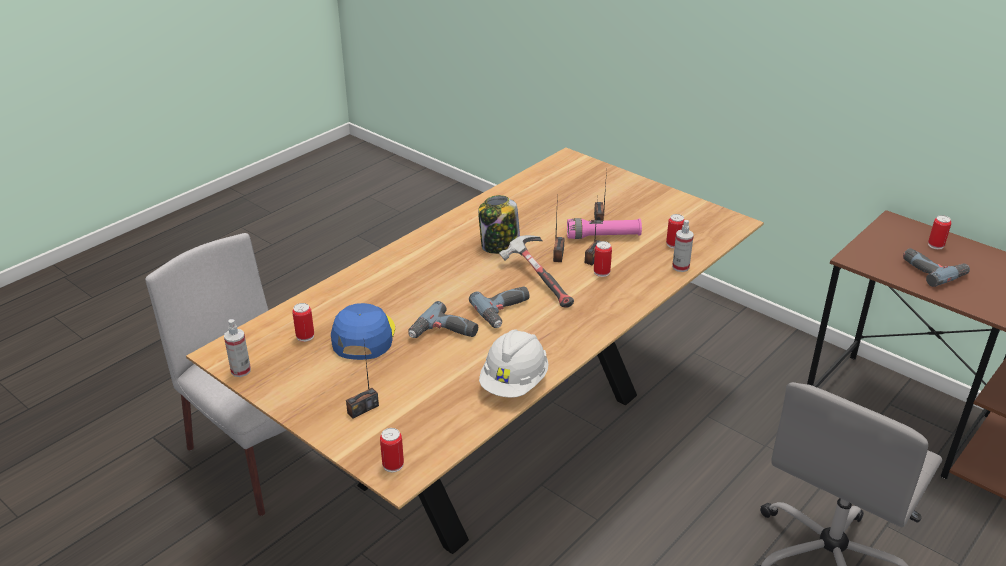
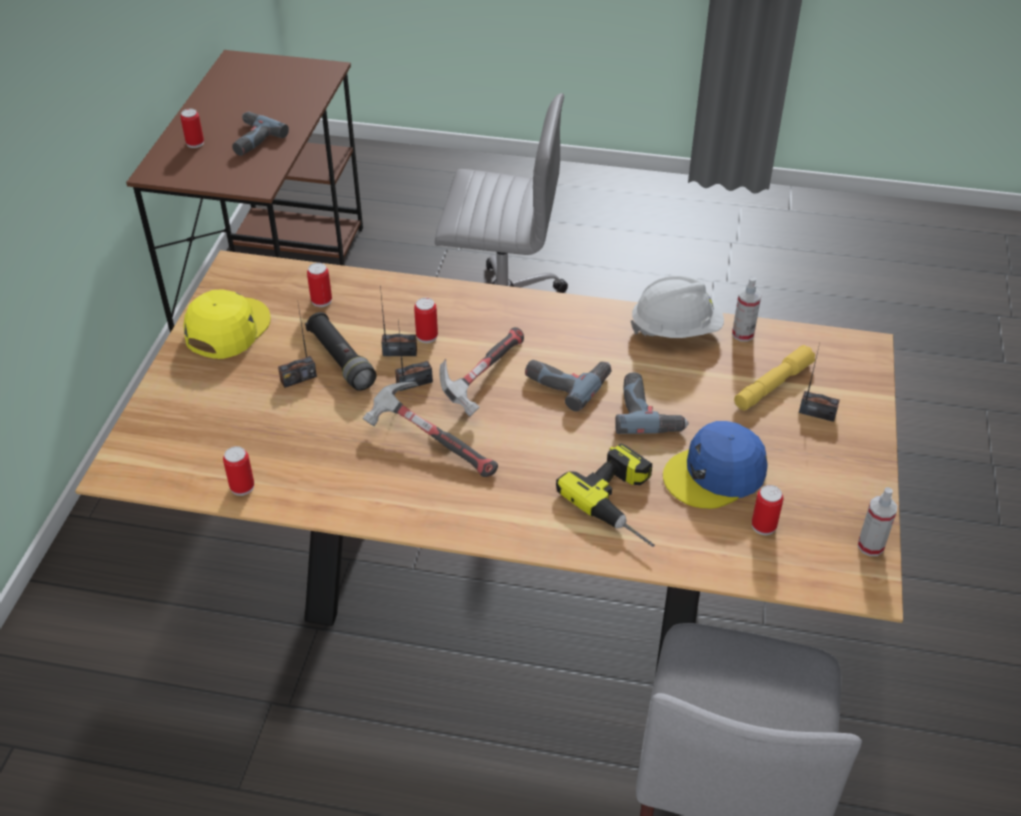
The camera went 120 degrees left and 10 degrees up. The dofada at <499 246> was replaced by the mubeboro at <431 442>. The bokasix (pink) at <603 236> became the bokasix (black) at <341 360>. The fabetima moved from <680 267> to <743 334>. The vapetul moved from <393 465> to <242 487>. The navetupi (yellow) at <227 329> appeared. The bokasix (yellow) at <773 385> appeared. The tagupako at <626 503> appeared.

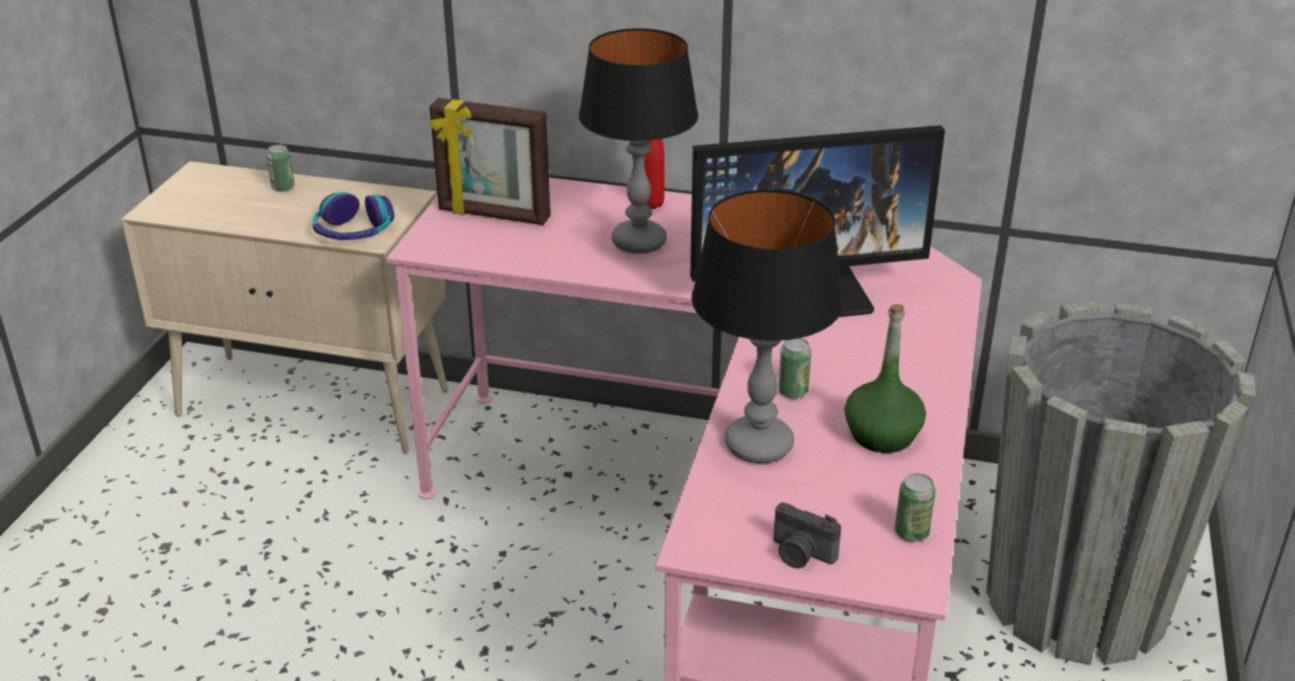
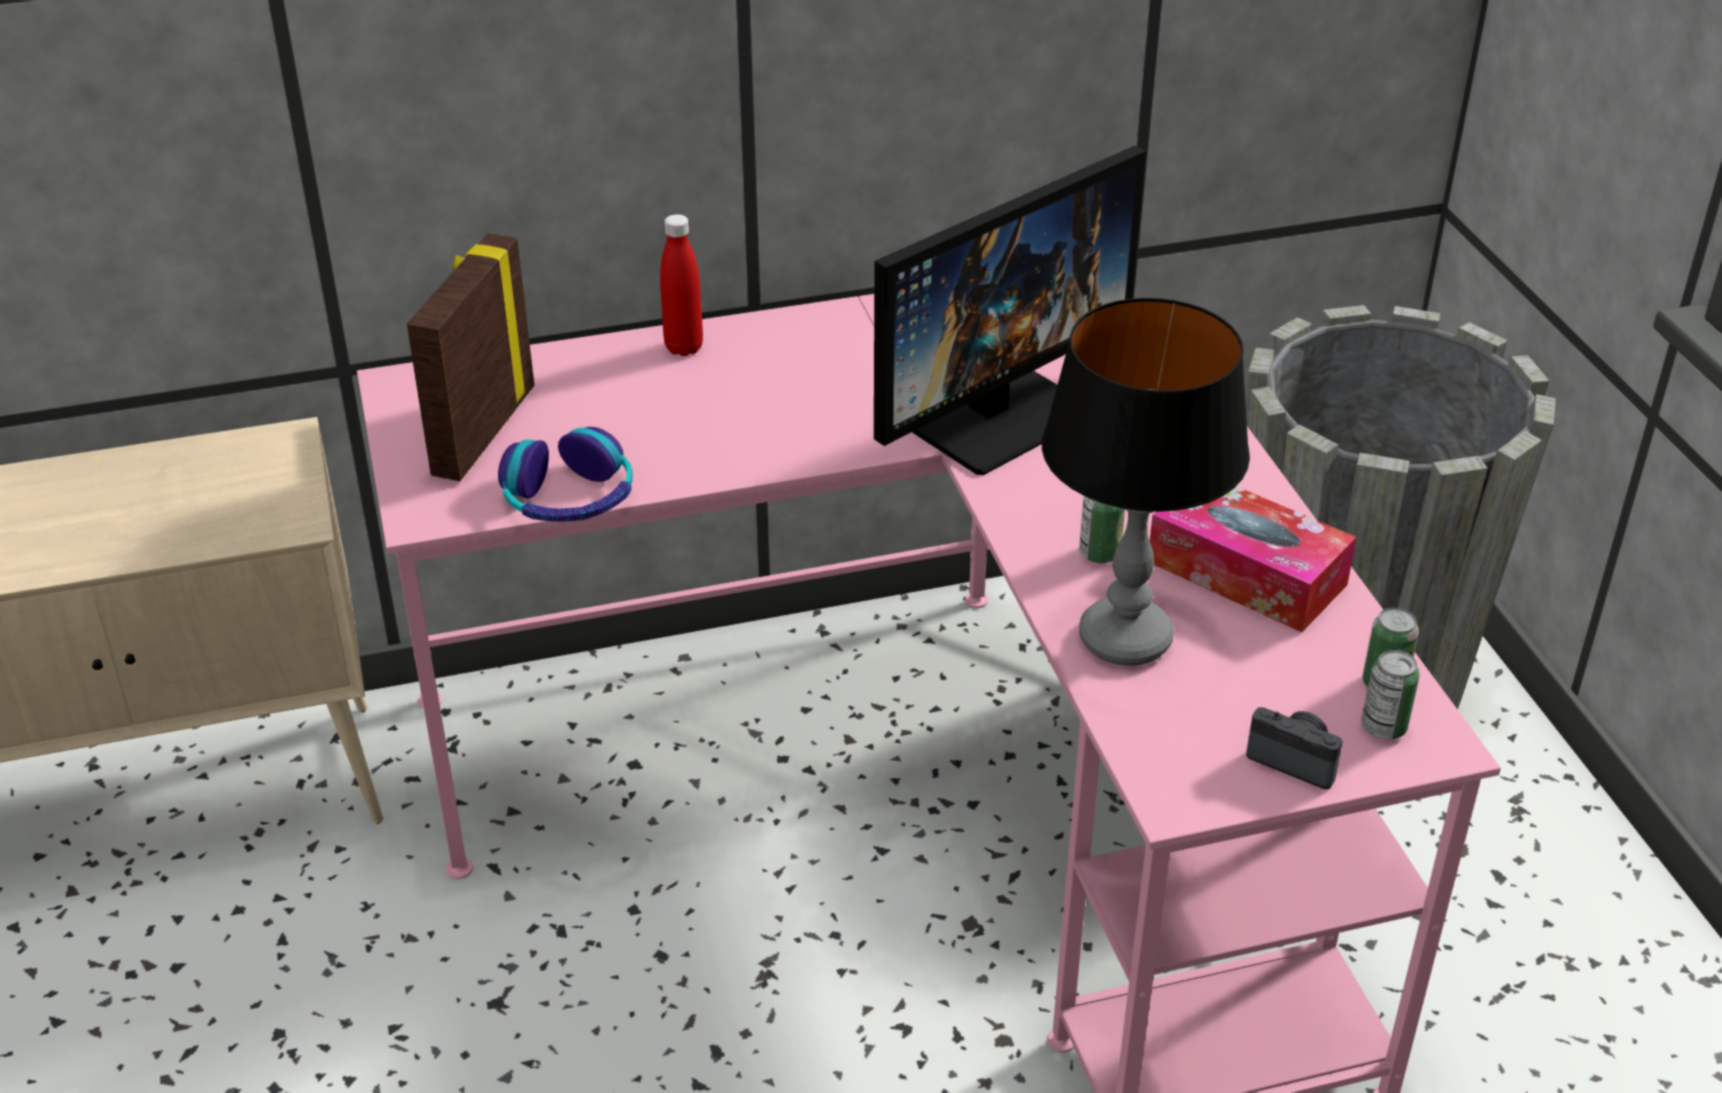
The camera went 30 degrees left and 5 degrees up. The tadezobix at <639 243> disappeared. The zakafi at <493 215> turned 120 degrees clockwise. The vapetul moved from <283 187> to <1383 727>. The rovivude moved from <354 232> to <569 498>. The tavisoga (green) at <881 435> was replaced by the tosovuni at <1246 573>. The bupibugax at <800 554> turned 150 degrees counterclockwise.

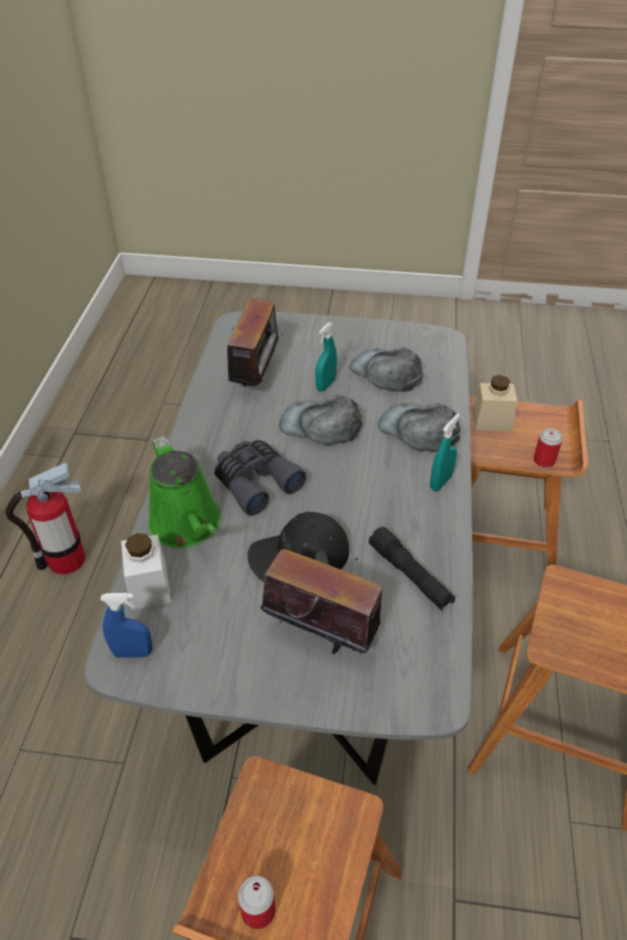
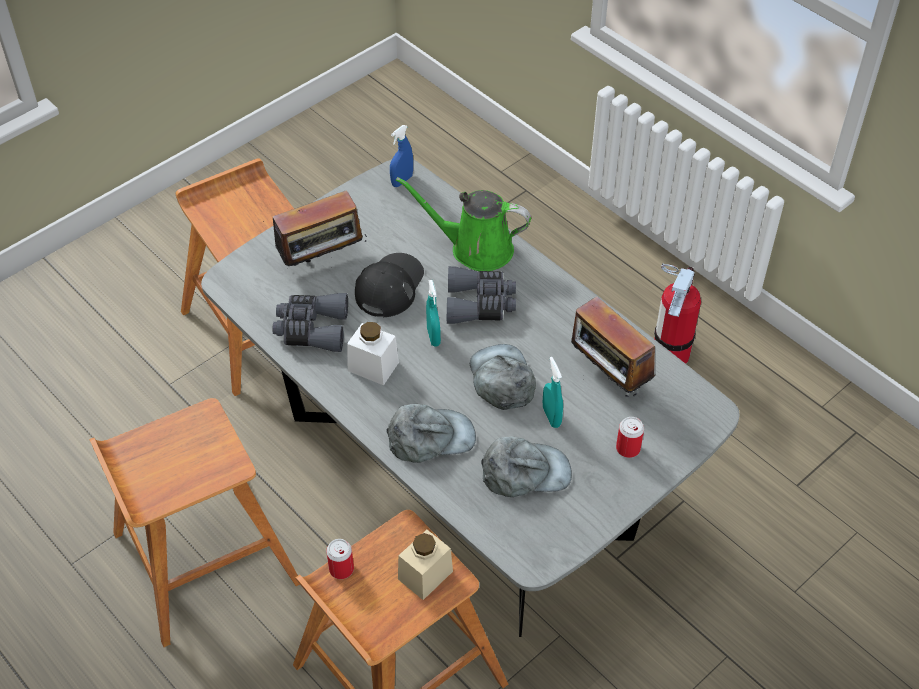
The camera went 130 degrees right and 5 degrees up. The navetupi (grey) at <321 426> turned 75 degrees counterclockwise. The fabetima (turquoise) moved from <441 482> to <433 336>. The bokasix (black) at <410 575> was replaced by the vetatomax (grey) at <312 329>. The dofada (white) moved from <149 586> to <373 366>. The vapetul moved from <258 910> to <628 448>.

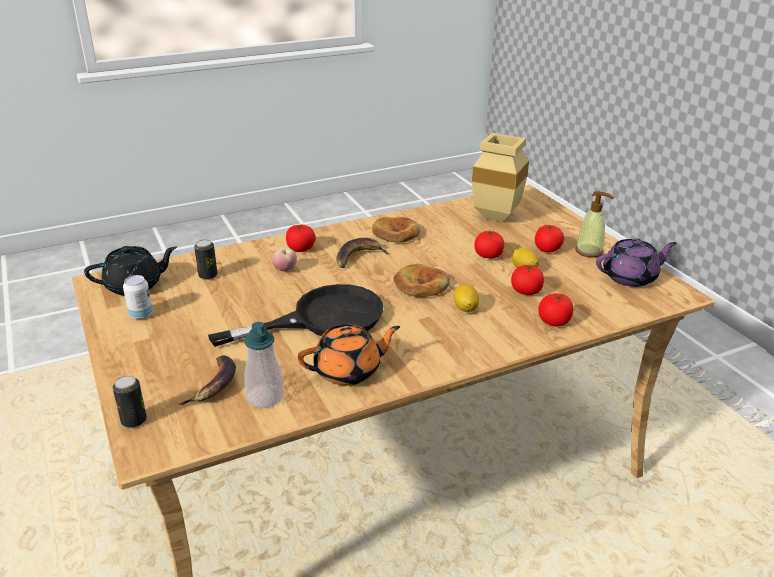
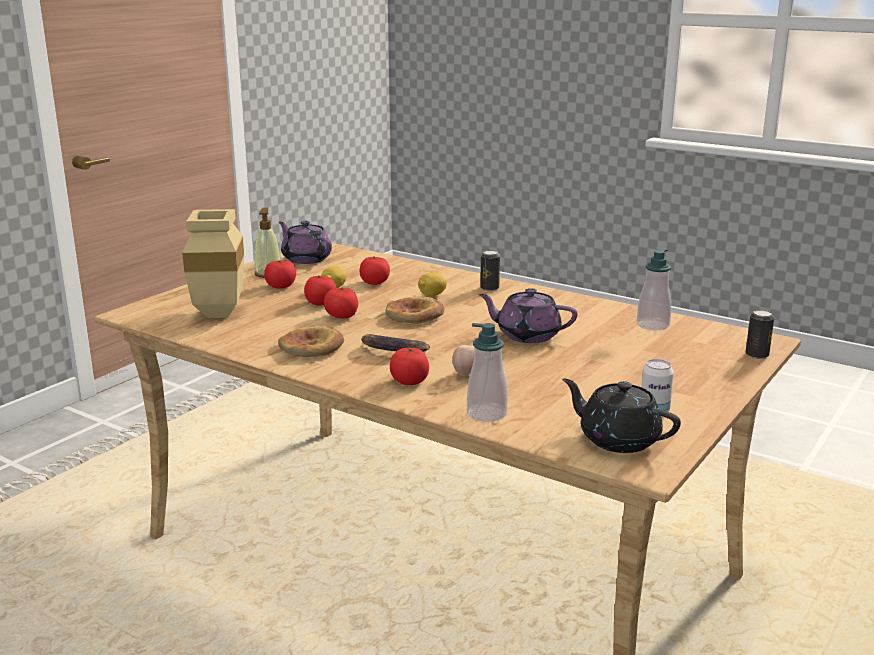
The camera went 120 degrees left and 10 degrees down. The vapetul moved from <208 275> to <489 288>. The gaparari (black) at <322 319> was replaced by the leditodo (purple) at <527 335>. The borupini moved from <554 321> to <342 316>. The leditodo (orange) at <349 371> disappeared. The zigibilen at <214 385> disappeared. The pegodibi at <486 414> appeared.

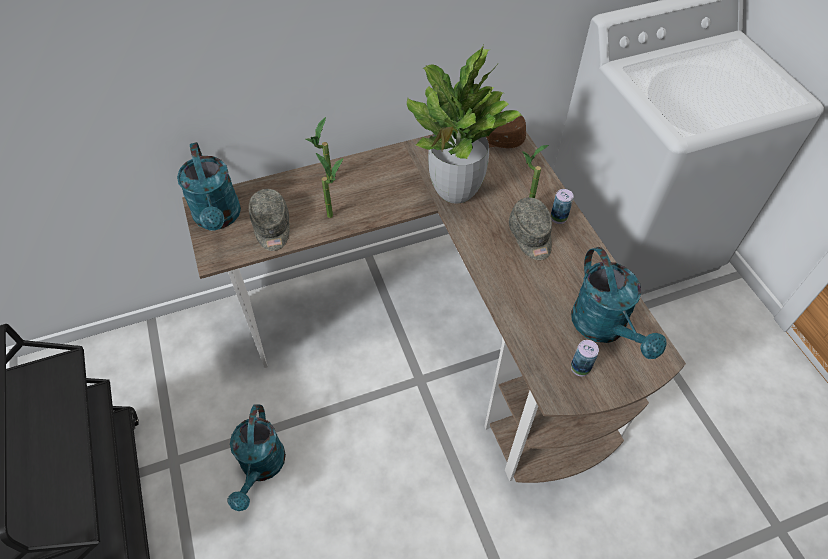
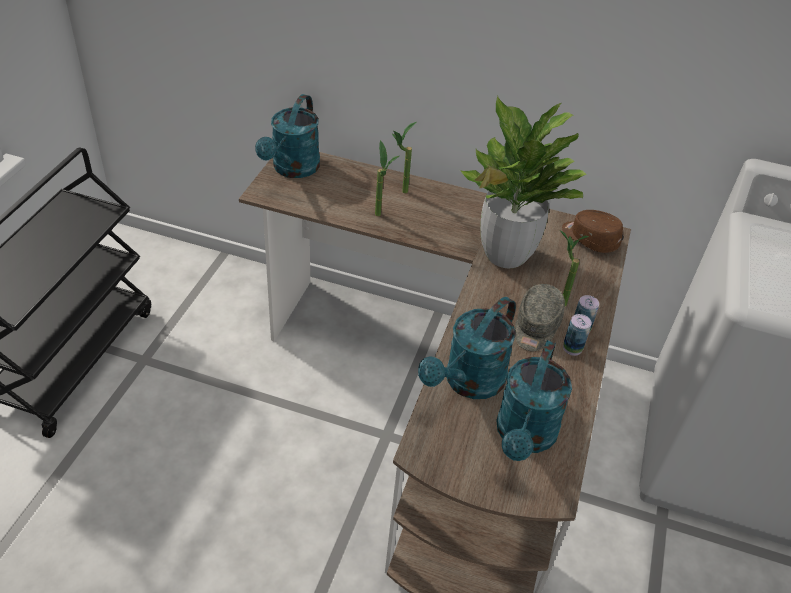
The camera went 35 degrees right and 10 degrees down. The navetupi (grey) at <272 227> disappeared. The vapetul moved from <580 368> to <572 348>. The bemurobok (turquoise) moved from <261 468> to <468 383>.

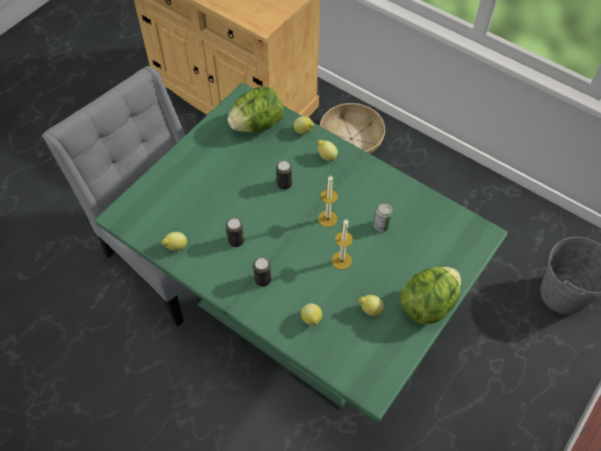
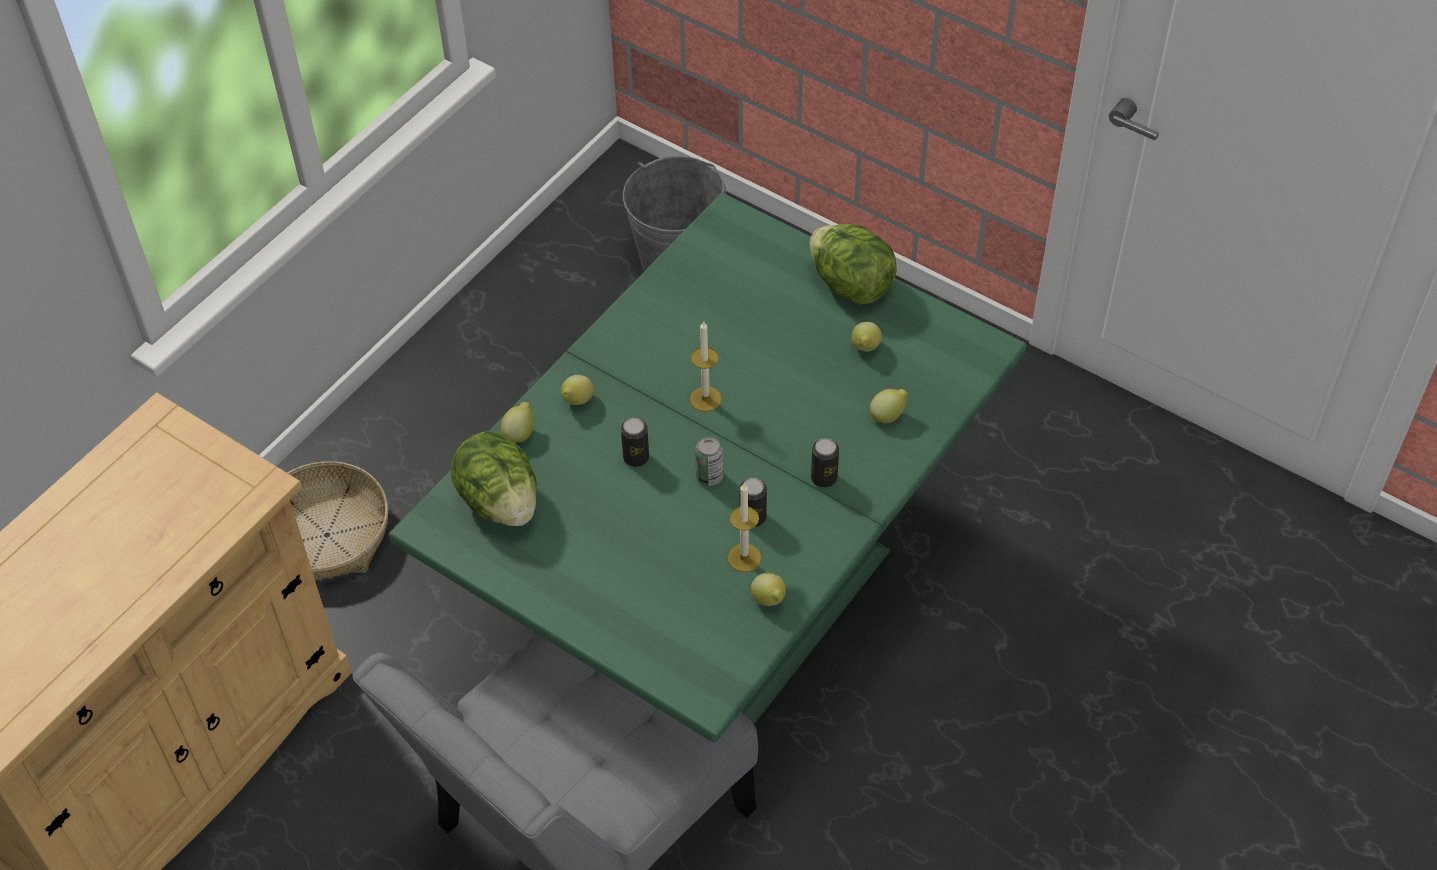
The camera went 90 degrees left and 5 degrees down. The vapetul moved from <381 226> to <709 476>. The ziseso moved from <341 260> to <744 557>.

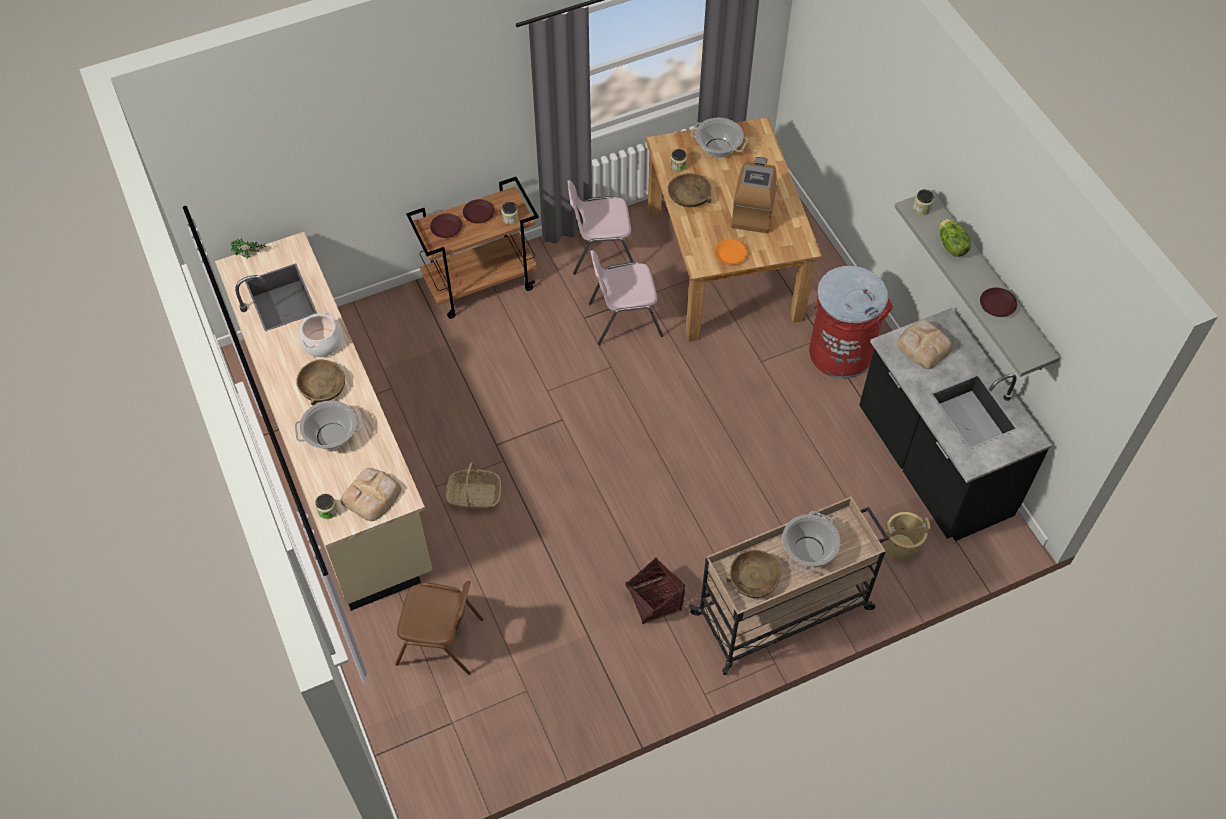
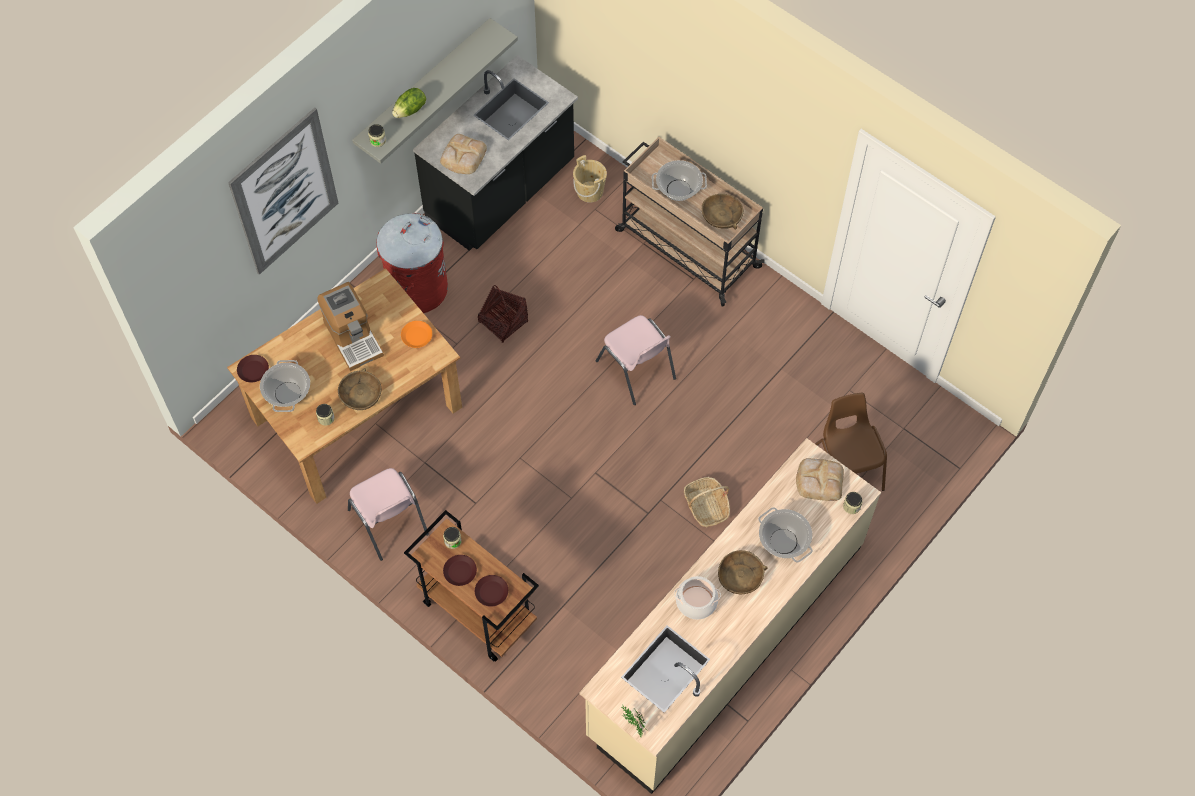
The camera went 115 degrees left and 5 degrees up. The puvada at <753 208> turned 105 degrees counterclockwise. The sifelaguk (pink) moved from <624 318> to <636 370>. The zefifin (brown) moved from <997 305> to <253 370>. The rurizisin moved from <654 600> to <503 322>. The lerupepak at <285 192> appeared.

